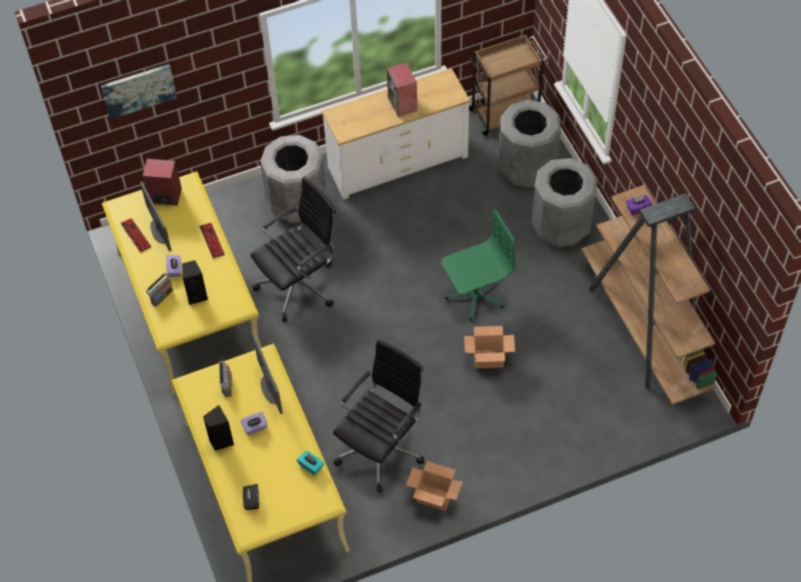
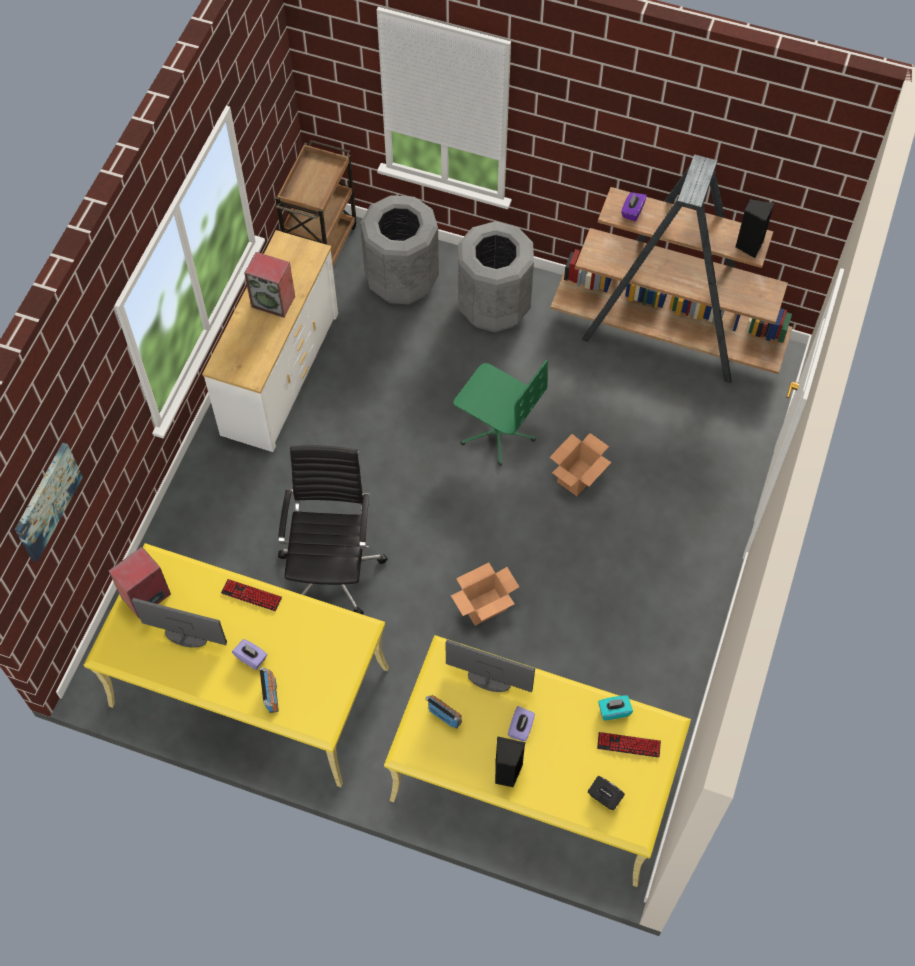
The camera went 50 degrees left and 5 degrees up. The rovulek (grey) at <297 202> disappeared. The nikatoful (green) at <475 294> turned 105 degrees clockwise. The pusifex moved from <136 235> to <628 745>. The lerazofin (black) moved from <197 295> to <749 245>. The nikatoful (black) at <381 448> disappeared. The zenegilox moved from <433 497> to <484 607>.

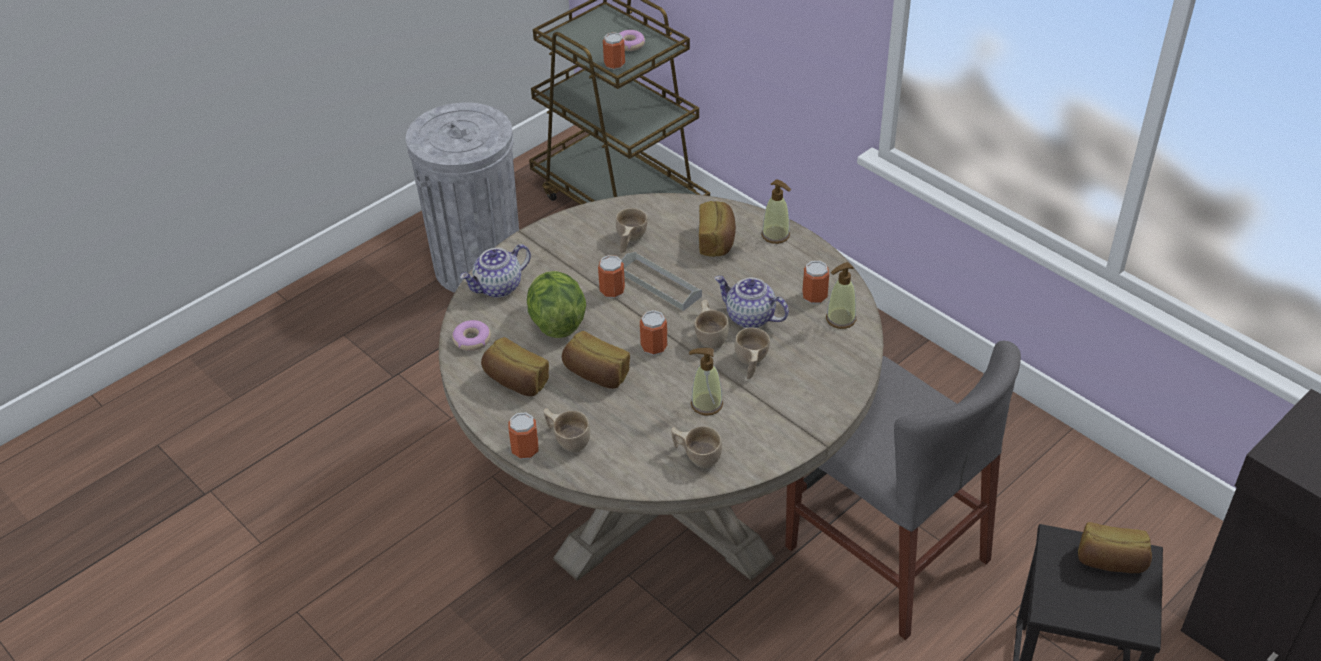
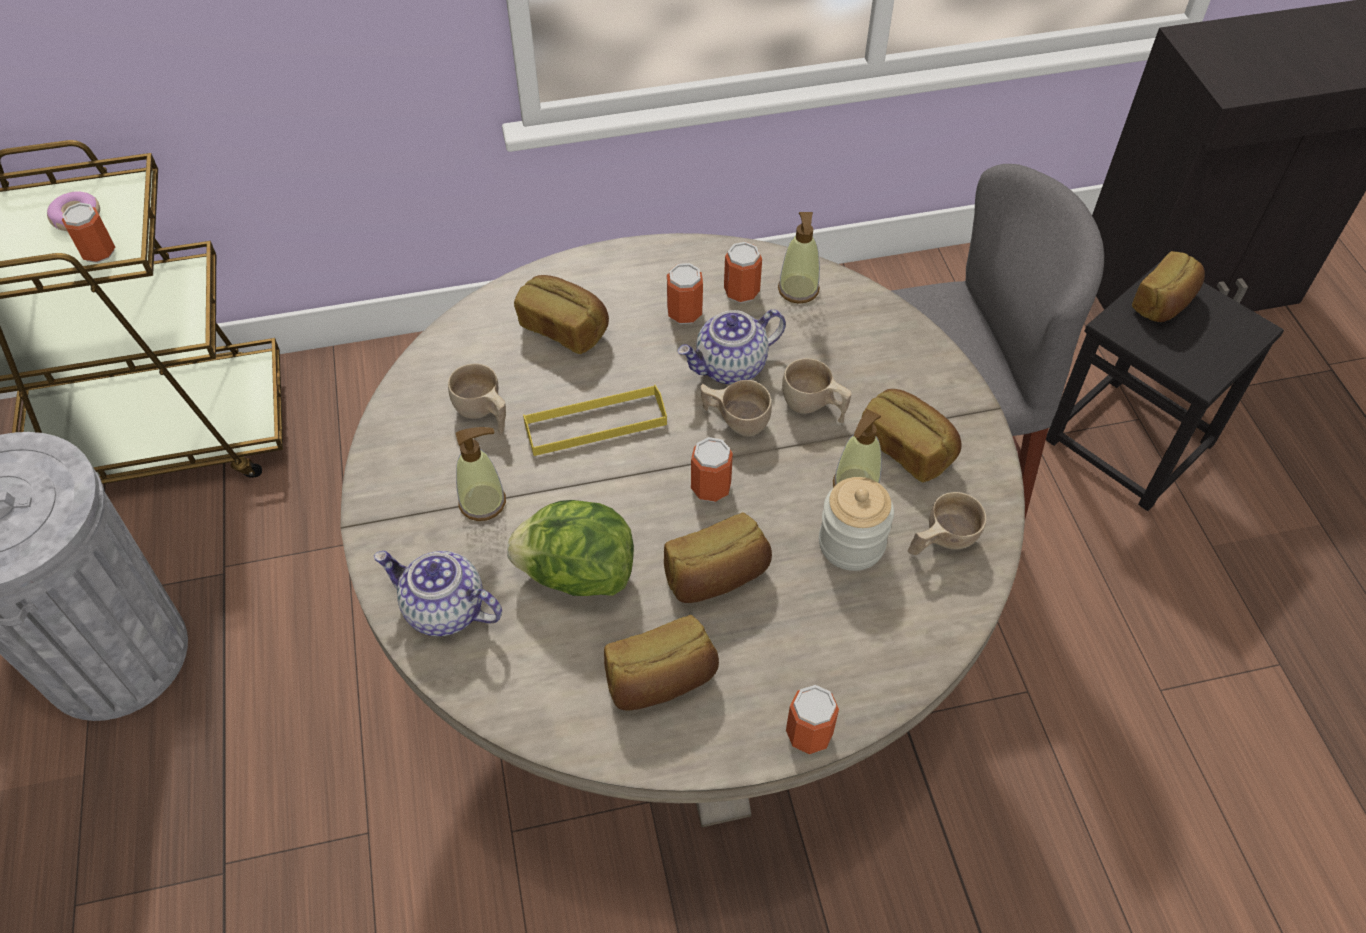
The camera went 60 degrees left and 10 degrees up. The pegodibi moved from <776 235> to <483 502>. The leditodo at <498 287> turned 120 degrees clockwise. The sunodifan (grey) at <659 284> became the sunodifan (yellow) at <595 424>. The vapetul moved from <612 290> to <684 313>. The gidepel at <472 340> disappeared. The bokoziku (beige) at <567 439> disappeared. The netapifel at <907 448> appeared. The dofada at <851 543> appeared.

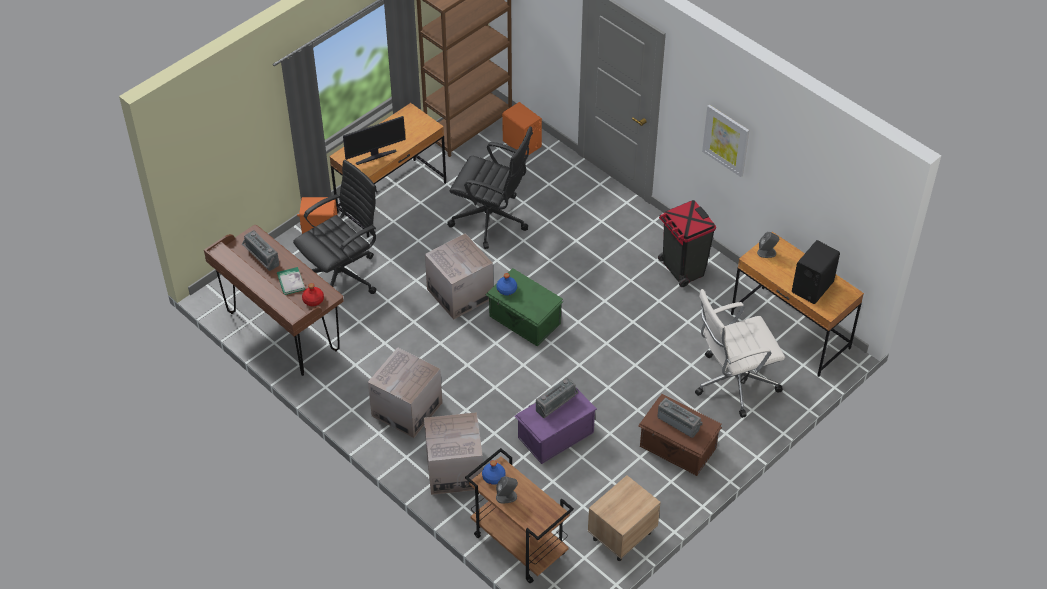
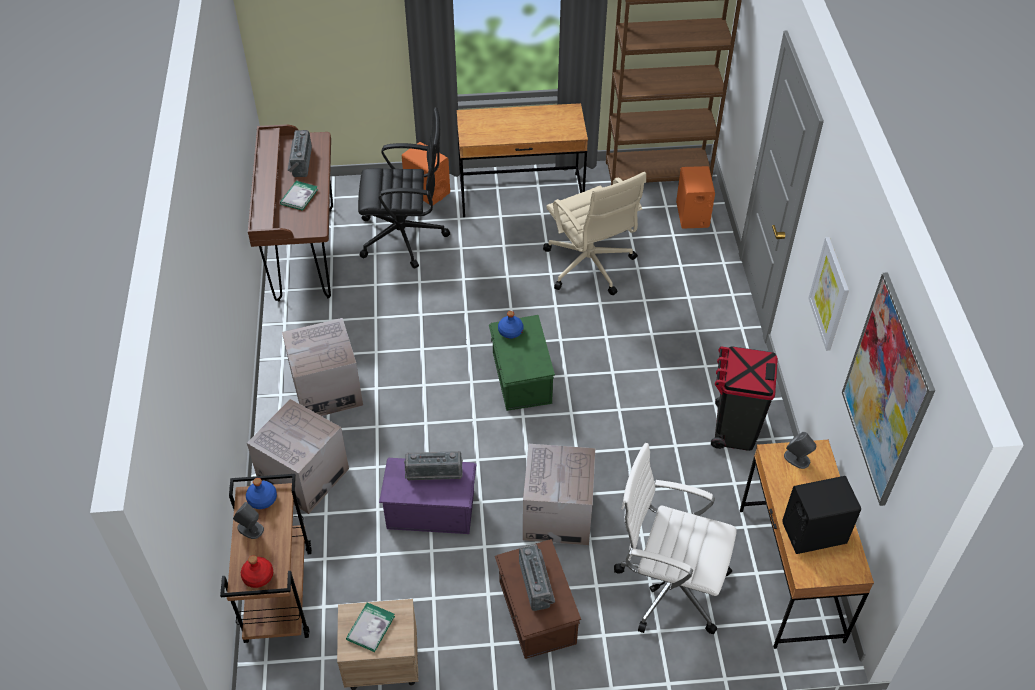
The camera went 40 degrees right and 0 degrees up. The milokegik at <375 156> disappeared. The nikatoful (black) at <491 220> became the nikatoful (beige) at <590 266>. The zenegilox moved from <460 293> to <557 514>. The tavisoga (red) moved from <313 300> to <258 576>. The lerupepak at <886 391> appeared. The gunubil at <370 628> appeared.

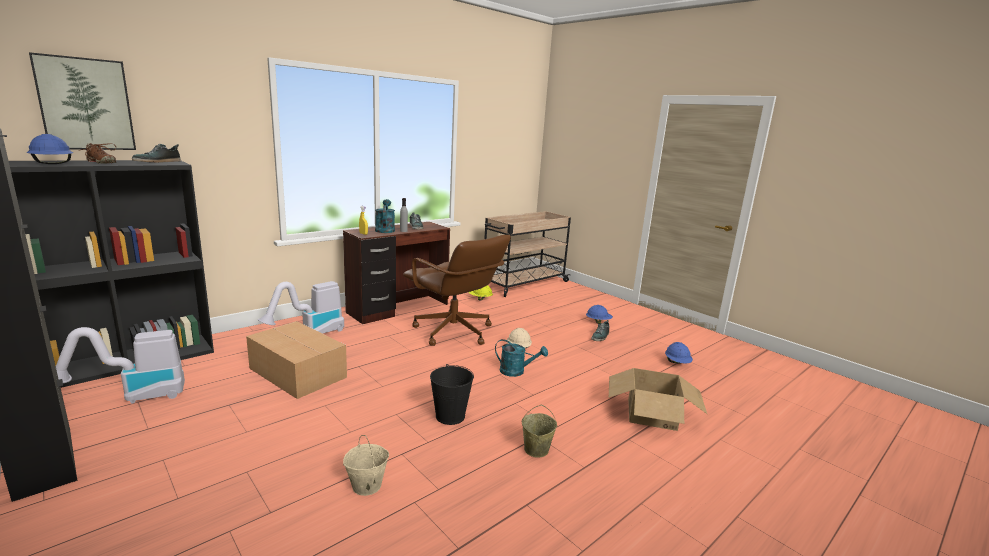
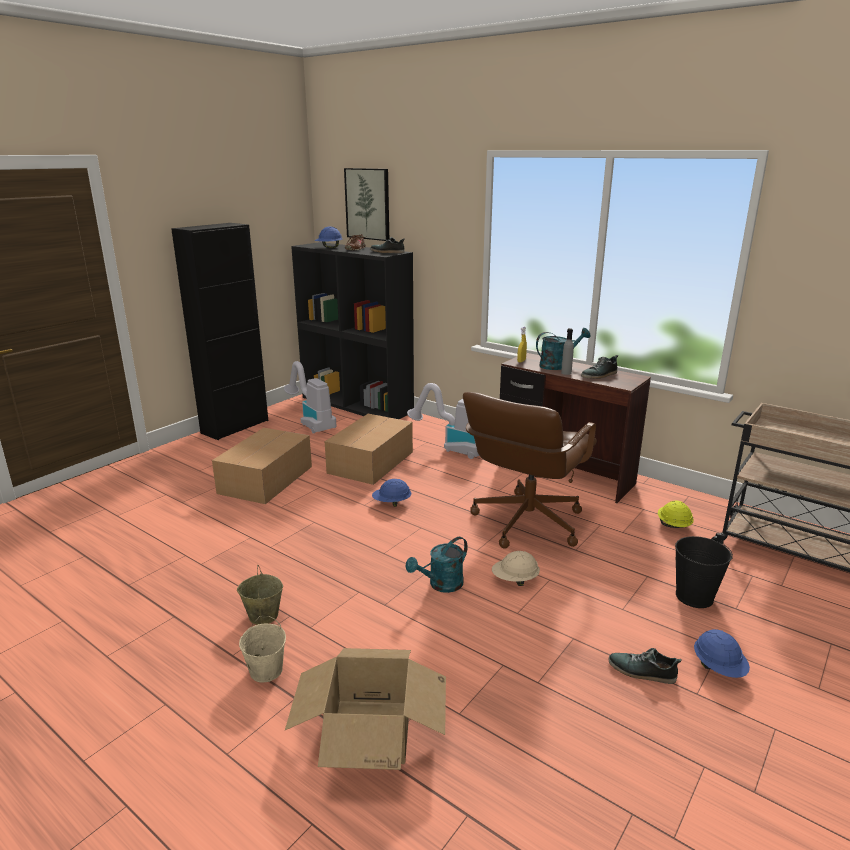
The camera went 80 degrees right and 5 degrees up. The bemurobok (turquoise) at <516 371> turned 45 degrees clockwise. The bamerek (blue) moved from <677 363> to <392 503>. The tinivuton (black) moved from <450 416> to <694 596>. The tinivuton (beige) moved from <366 486> to <266 670>. The zenegilox at <264 480> appeared.

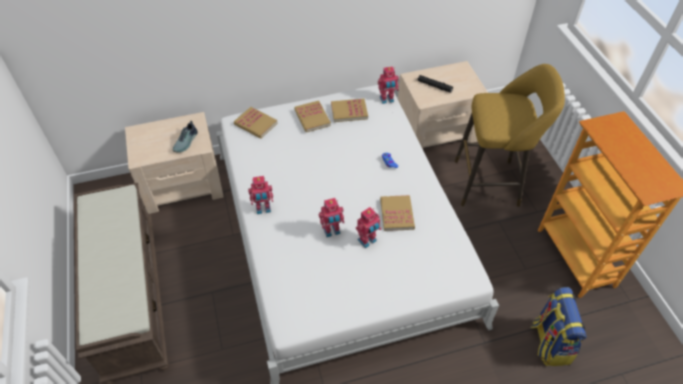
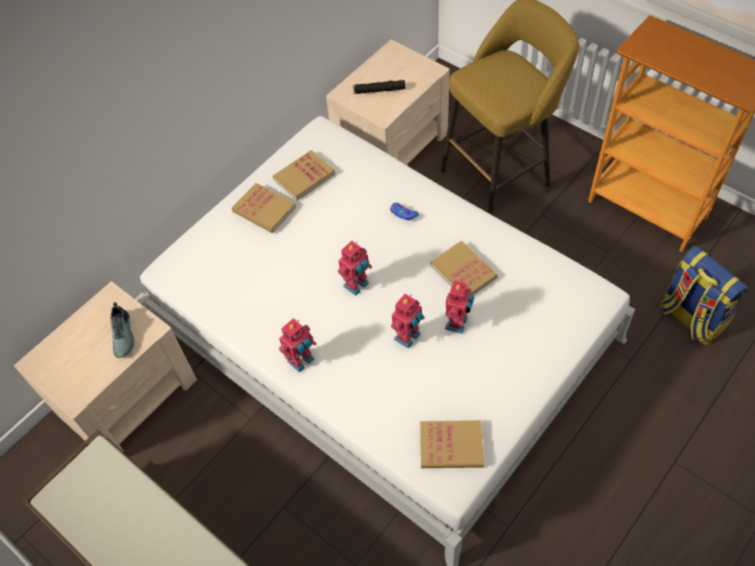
The camera went 30 degrees left and 5 degrees up. The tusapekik moved from <387 100> to <357 285>. The gunubil moved from <255 124> to <451 445>.

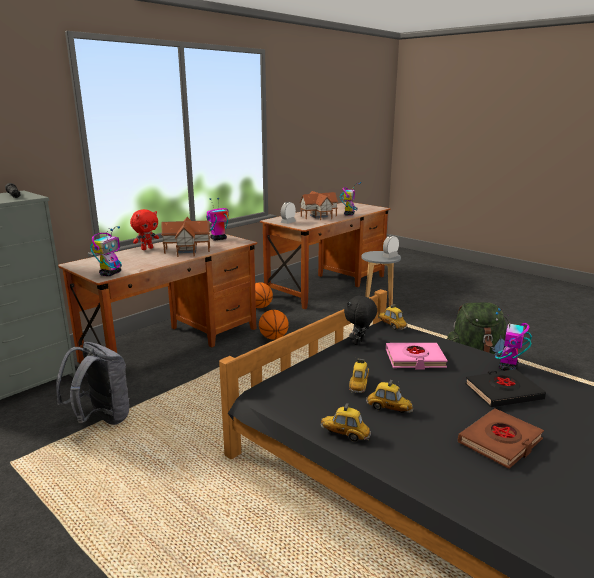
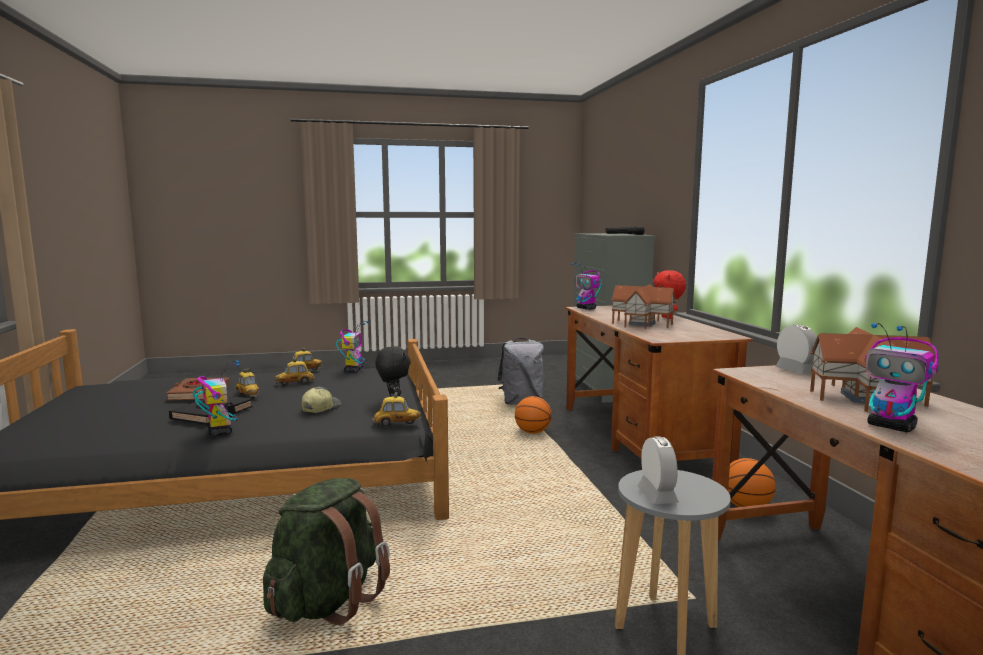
The camera went 125 degrees right and 10 degrees down. The tusapekik moved from <218 239> to <354 370>. The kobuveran moved from <273 338> to <532 432>. The gunubil (pink) at <415 359> was replaced by the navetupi at <320 408>. The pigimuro moved from <359 385> to <248 395>.

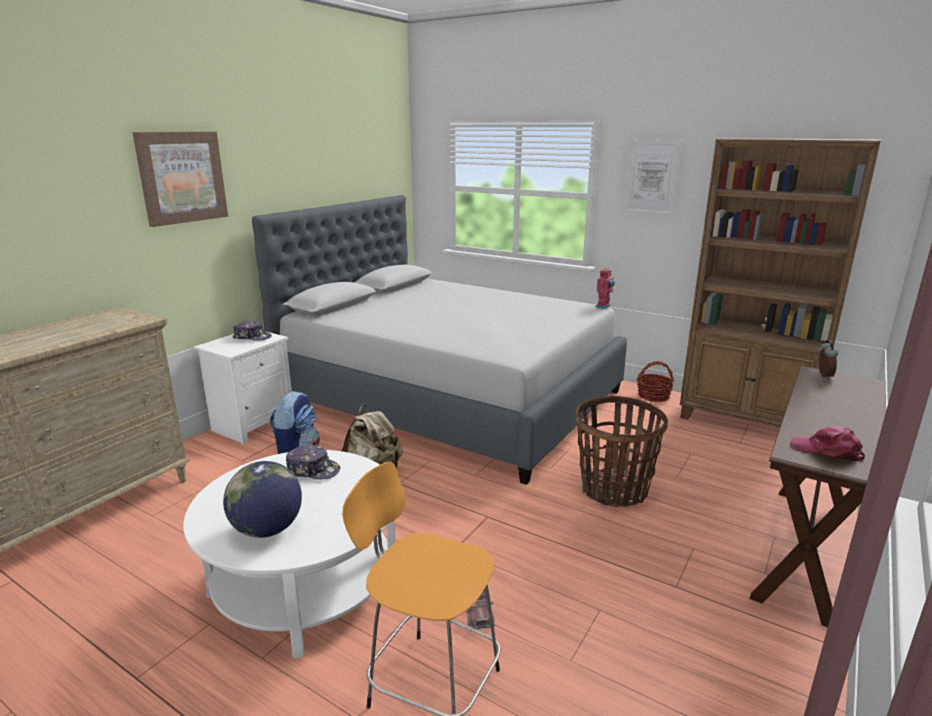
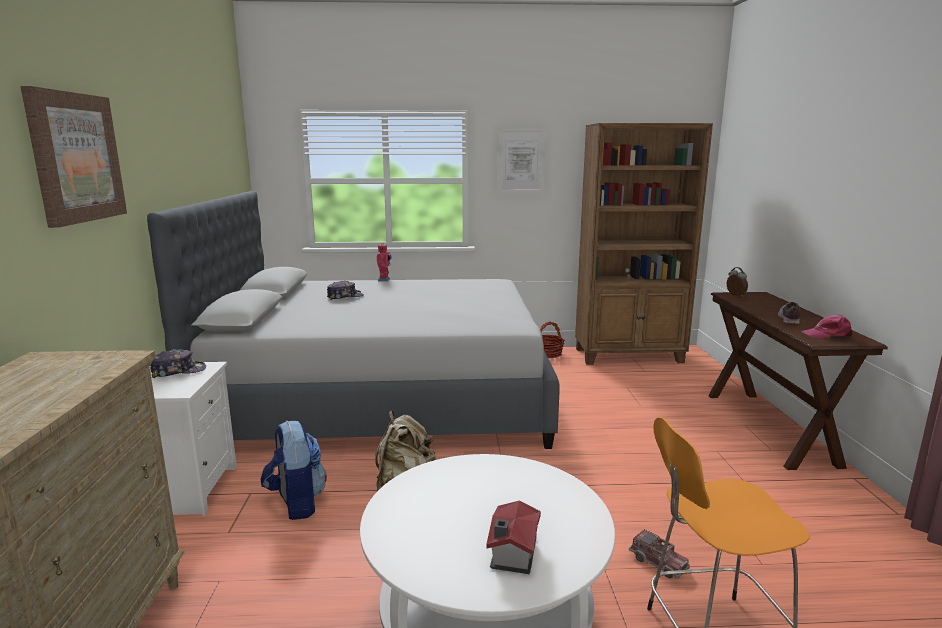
The camera went 35 degrees left and 5 degrees down. The tusapekik moved from <603 306> to <384 280>. The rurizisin at <613 490> disappeared. The navetupi moved from <313 470> to <345 296>. The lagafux at <267 530> was replaced by the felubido at <512 554>. The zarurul at <788 319> appeared.

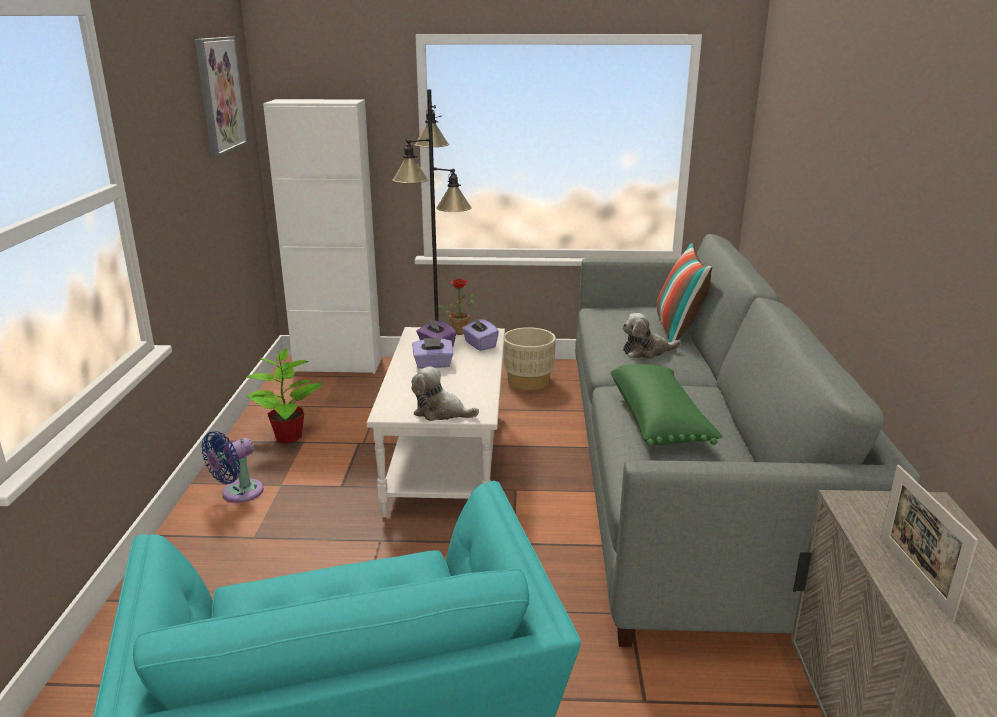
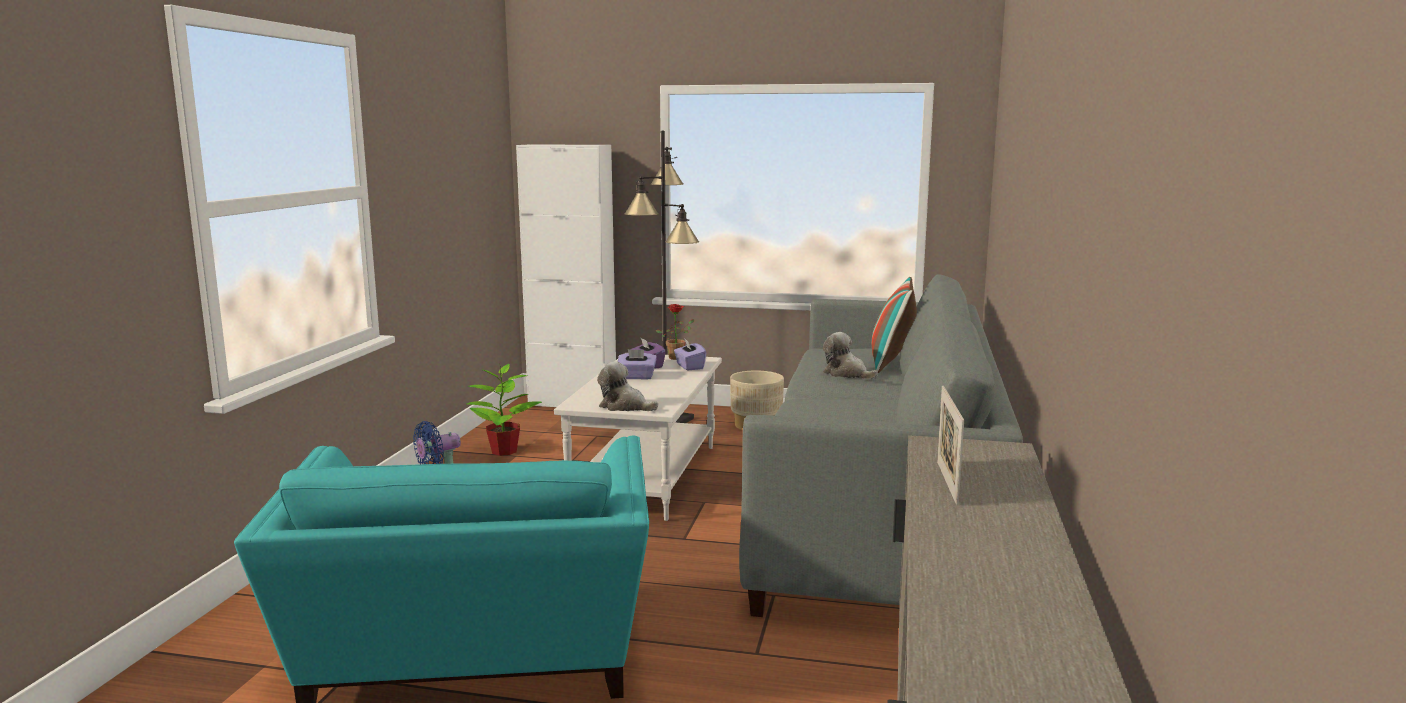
The camera went 10 degrees right and 10 degrees down. The lerupepak at <219 95> disappeared. The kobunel at <646 351> turned 45 degrees clockwise. The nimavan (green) at <659 421> disappeared.

